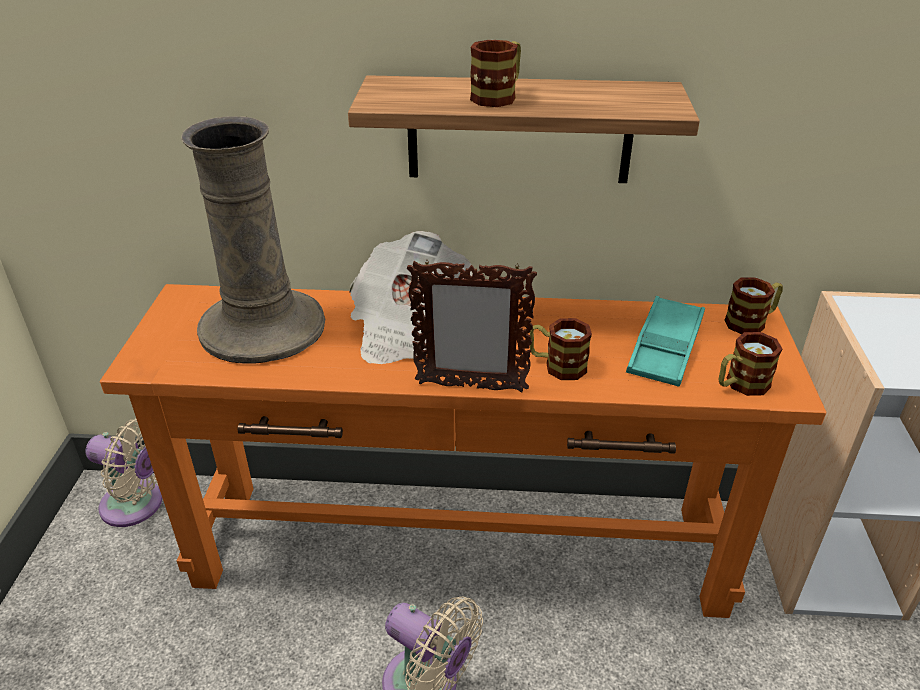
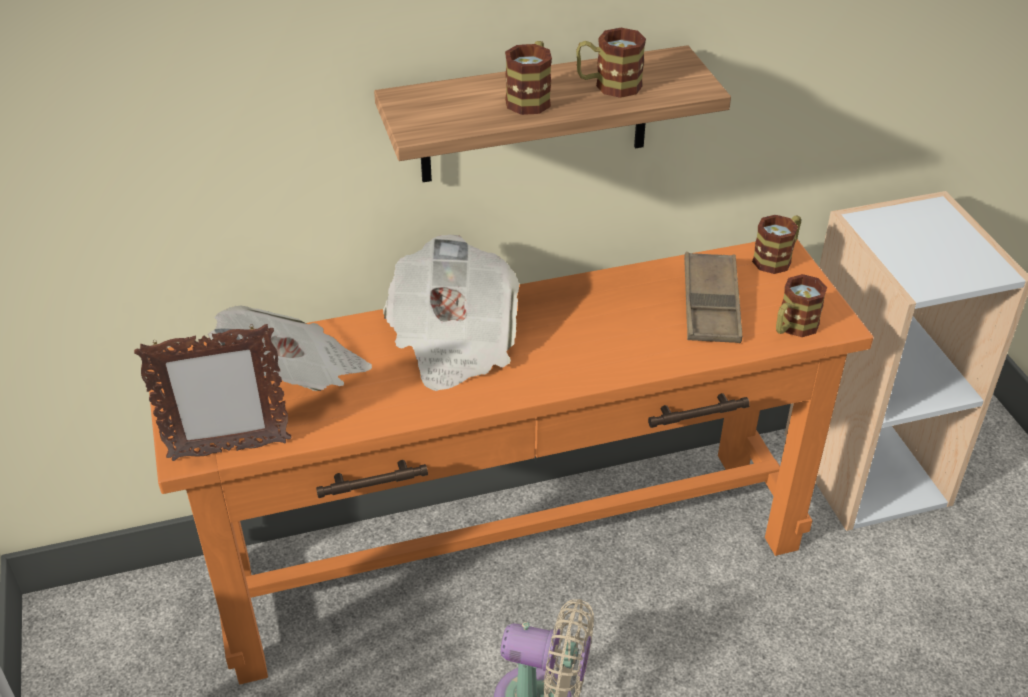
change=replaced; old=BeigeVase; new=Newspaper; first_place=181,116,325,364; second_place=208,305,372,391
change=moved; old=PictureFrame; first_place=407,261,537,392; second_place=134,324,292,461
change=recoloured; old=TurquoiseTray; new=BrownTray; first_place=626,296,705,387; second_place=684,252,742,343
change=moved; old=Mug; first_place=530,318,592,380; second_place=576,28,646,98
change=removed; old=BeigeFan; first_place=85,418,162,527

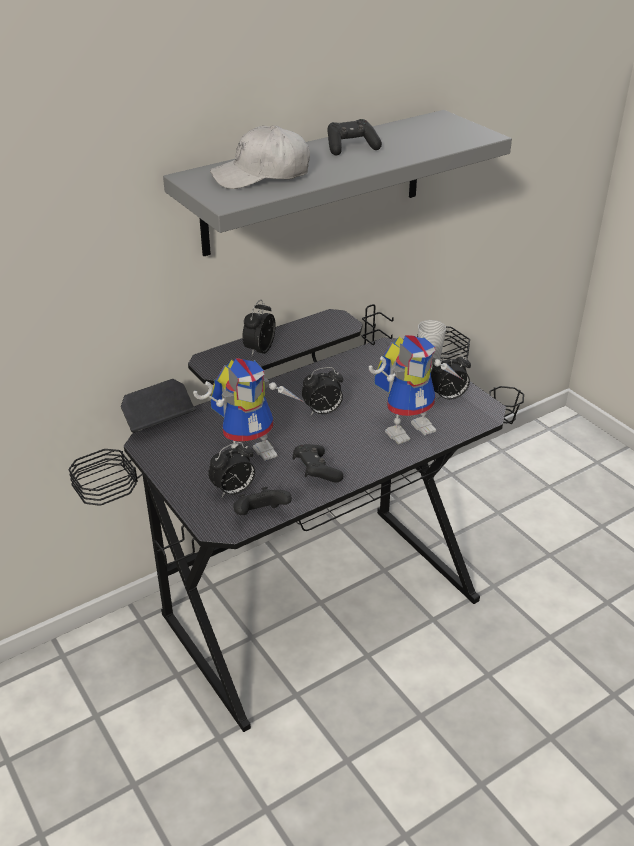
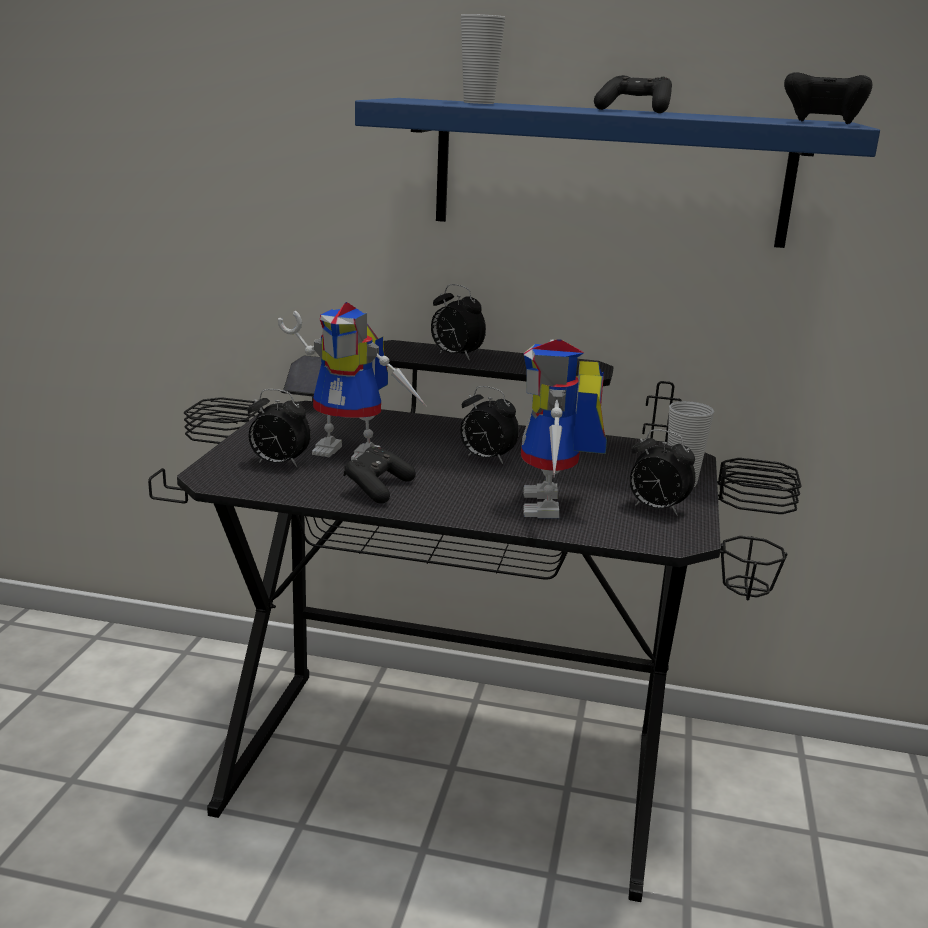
change=recoloured; old=GreyShelf; new=BlueShelf; first_place=163,110,512,256; second_place=355,98,880,248
change=replaced; old=WhiteCap; new=Cup; first_place=210,125,310,189; second_place=461,14,505,104
change=turned; old=AlarmClock; first_place=242,300,276,356; second_place=431,284,486,360; degrees=-120
change=turned; old=ToyRobot; first_place=369,335,462,444; second_place=521,339,607,518; degrees=75
change=moved; old=BlackGameController; first_place=233,487,292,515; second_place=784,72,872,124

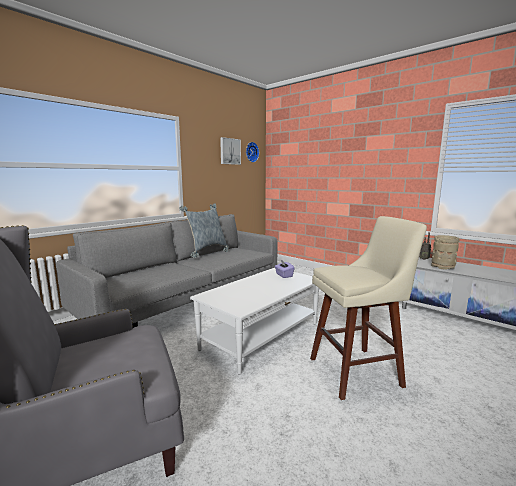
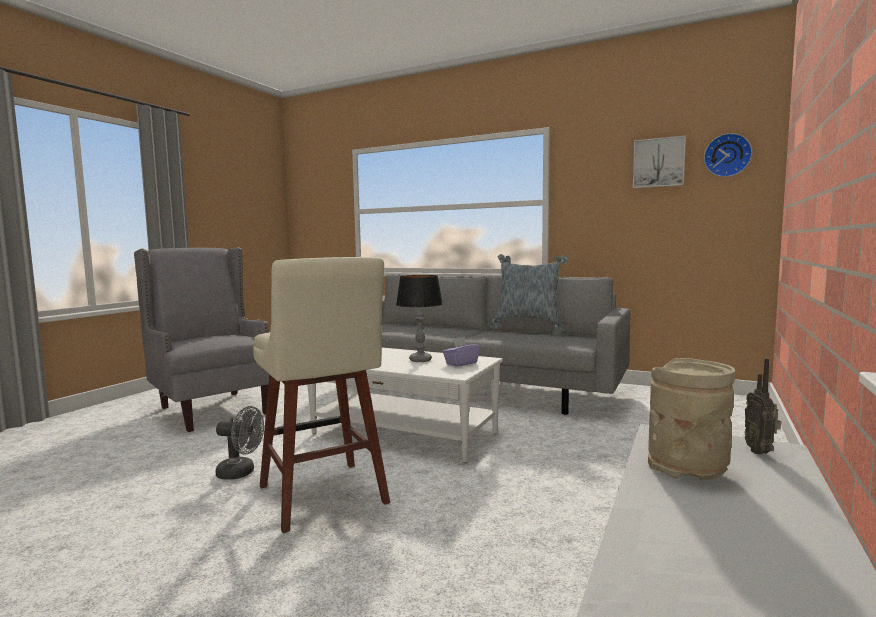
change=added; new=TableLamp; second_place=396,275,443,362
change=added; new=GreyFan; second_place=215,406,264,480

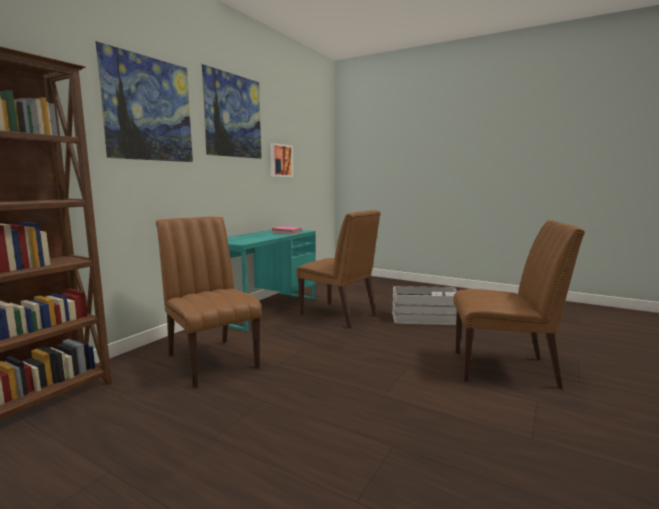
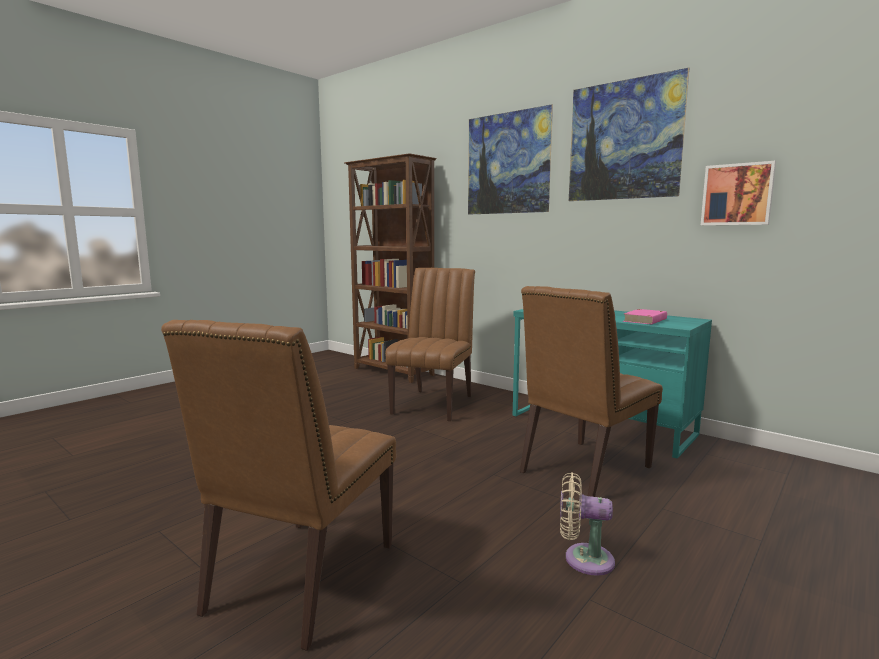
change=turned; old=BrownChair; first_place=156,217,262,388; second_place=385,268,475,421; degrees=-45
change=replaced; old=GreyStorageBox; new=BeigeFan; first_place=392,286,457,325; second_place=560,472,615,576

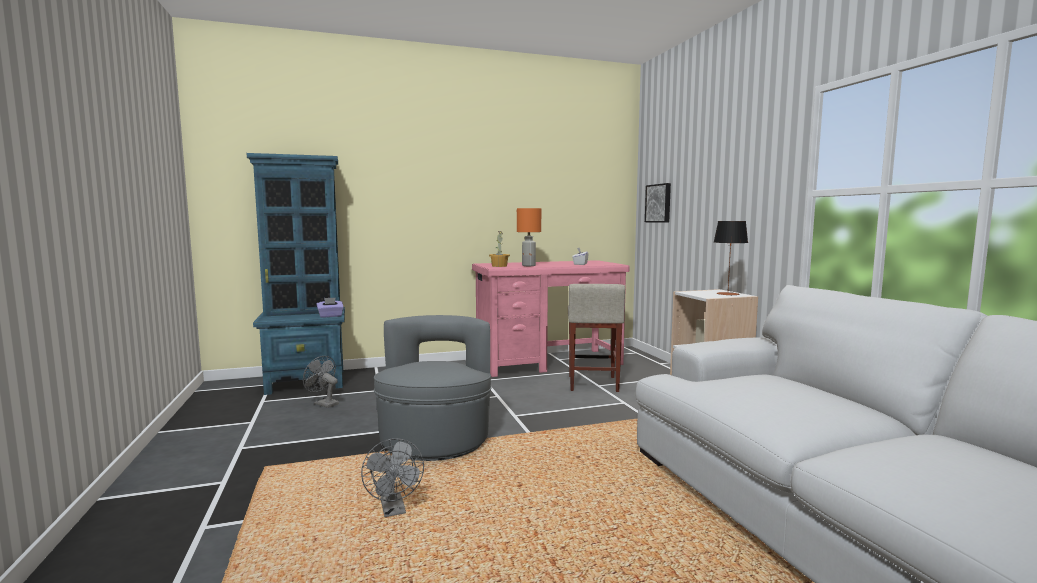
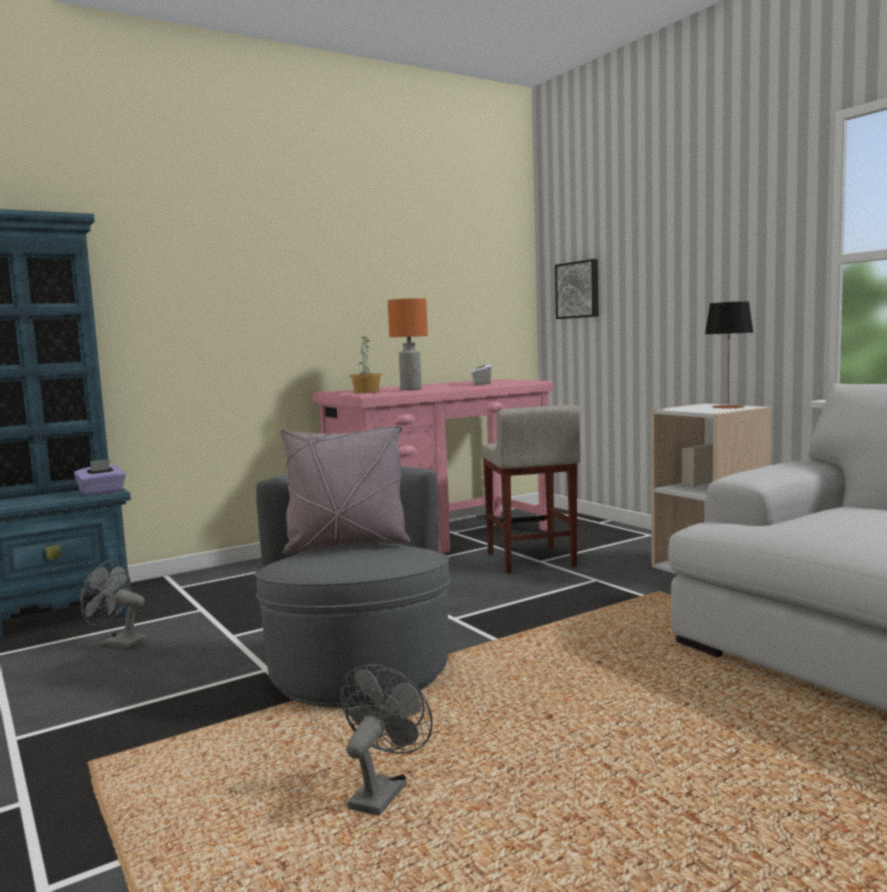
change=turned; old=GreyFan; first_place=361,438,424,517; second_place=340,664,433,816; degrees=-120
change=added; new=PurplePillow; second_place=281,425,411,555

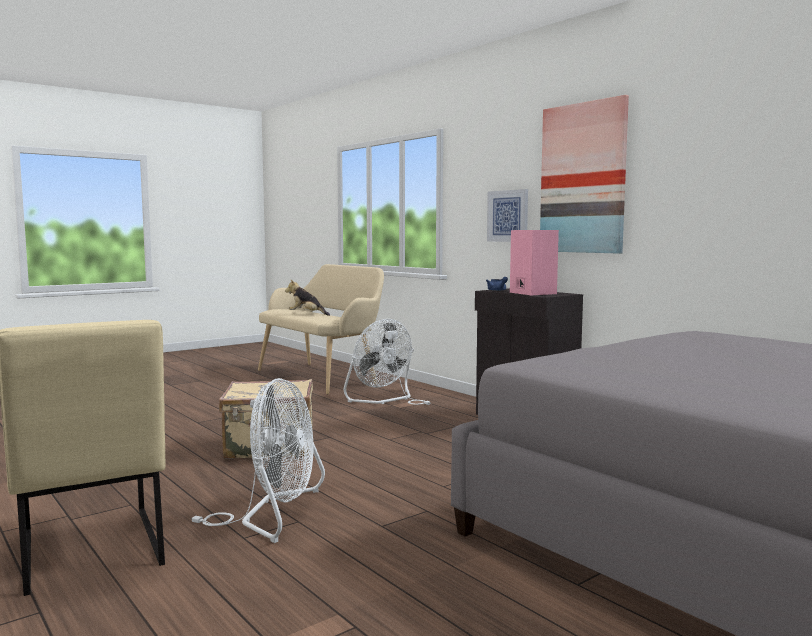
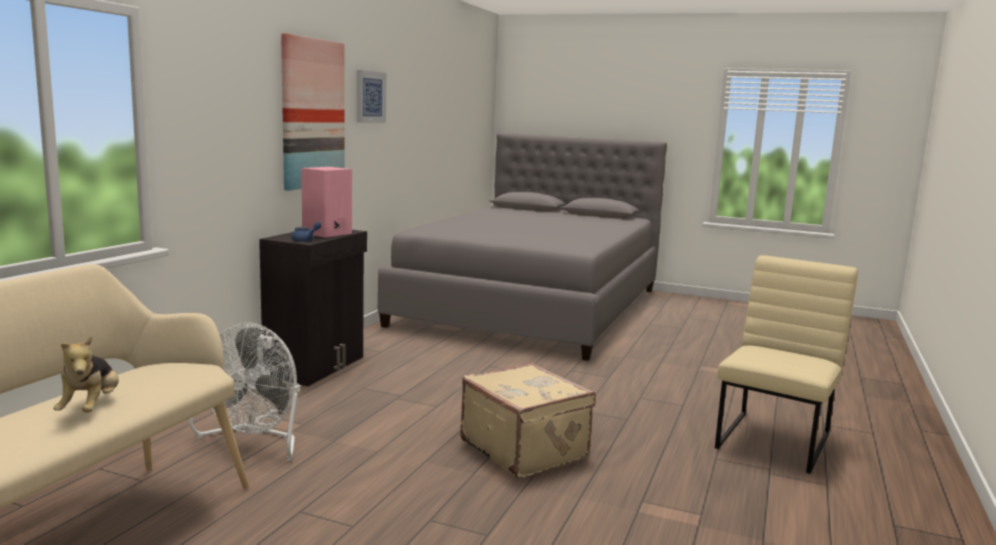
change=moved; old=Picture; first_place=487,189,528,242; second_place=357,70,387,123
change=removed; old=WhiteFan; first_place=192,378,325,543

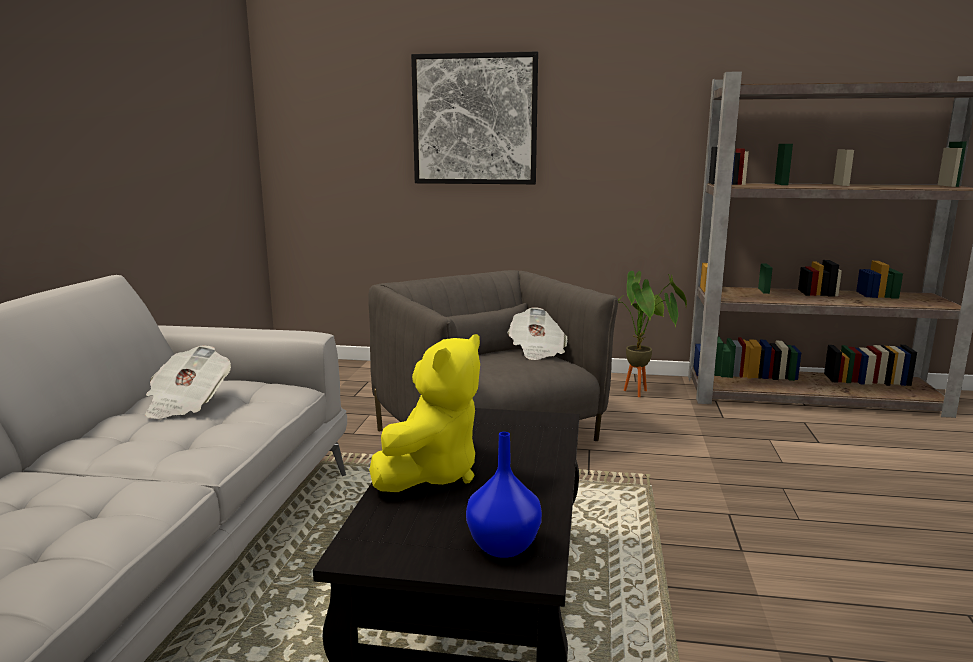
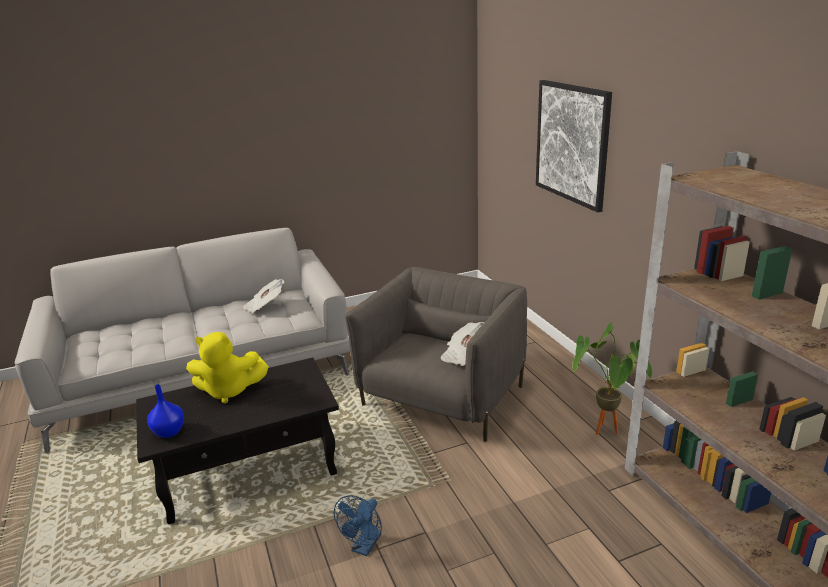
change=added; new=BlueFan; second_place=334,495,382,556

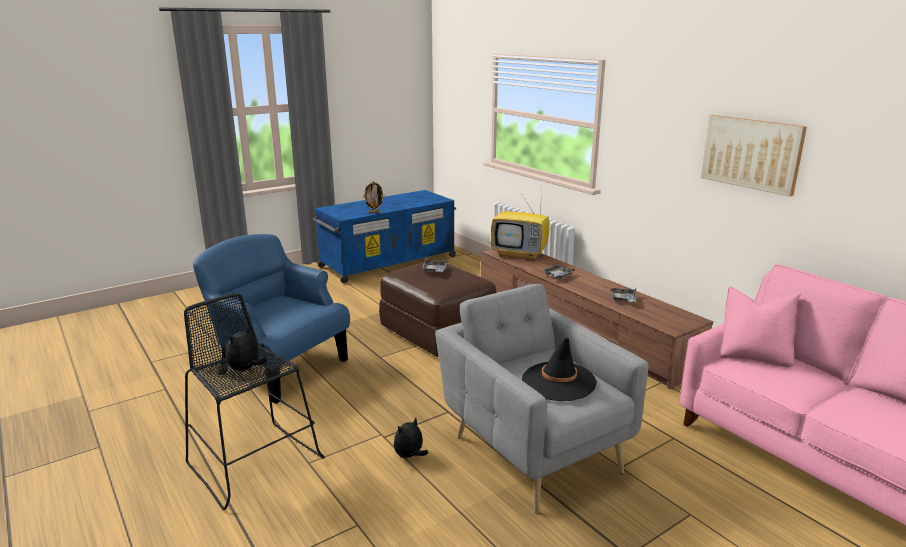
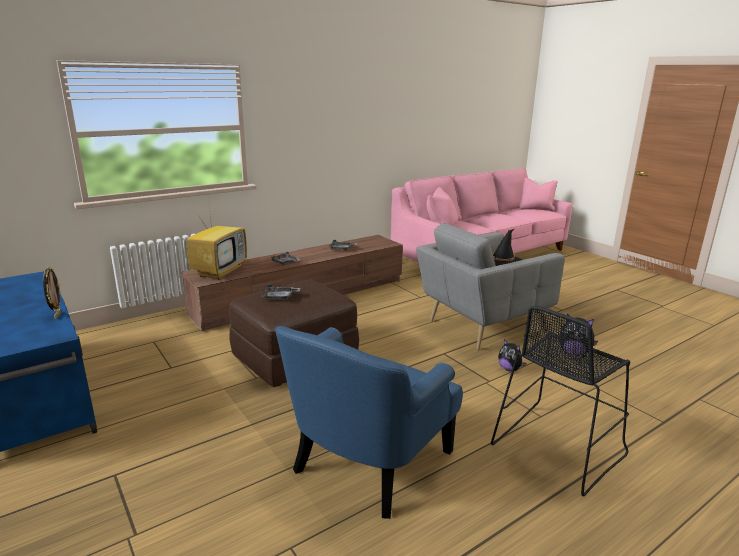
change=removed; old=Picture; first_place=701,115,807,196

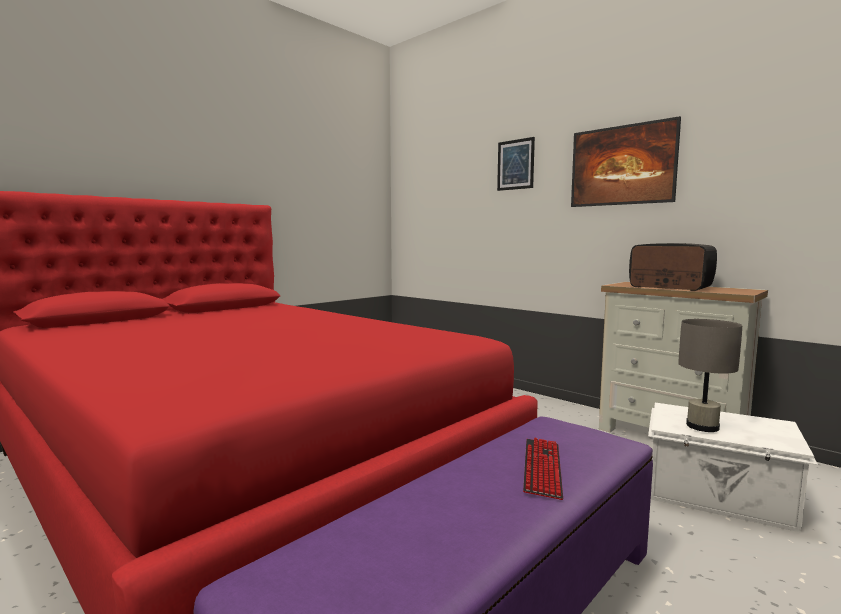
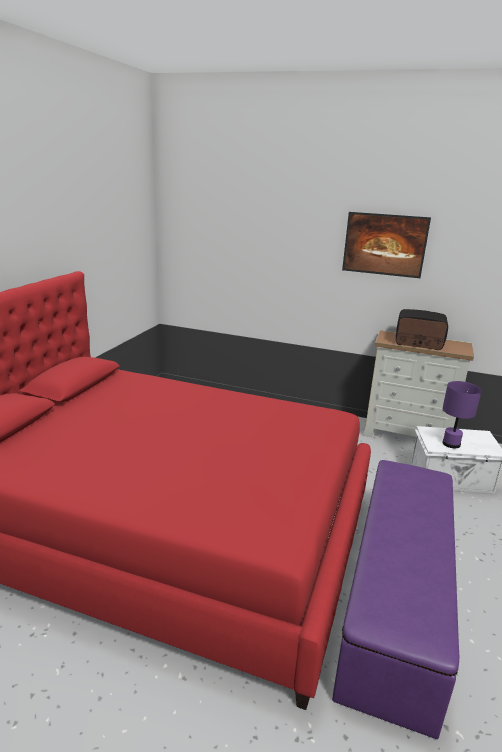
change=removed; old=Picture; first_place=497,137,535,191
change=recoloured; old=GreyTableLamp; new=PurpleTableLamp; first_place=679,319,742,432; second_place=442,381,481,448
change=removed; old=Keyboard; first_place=523,437,563,500

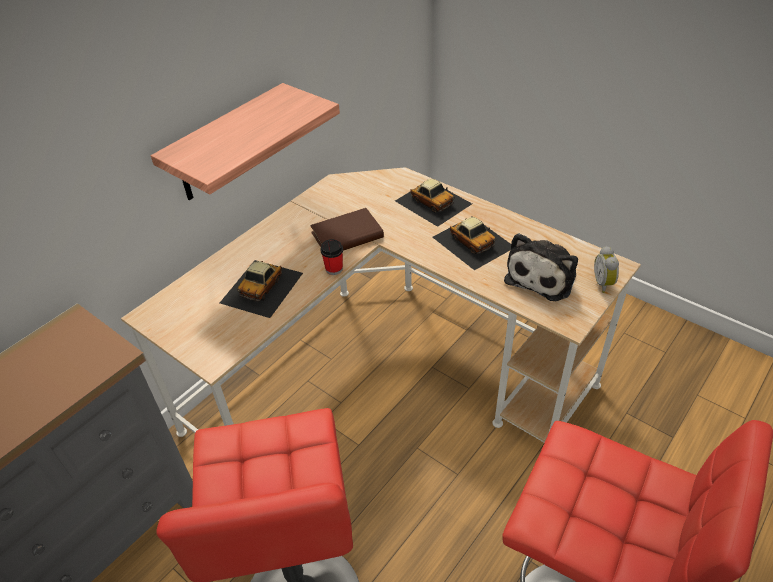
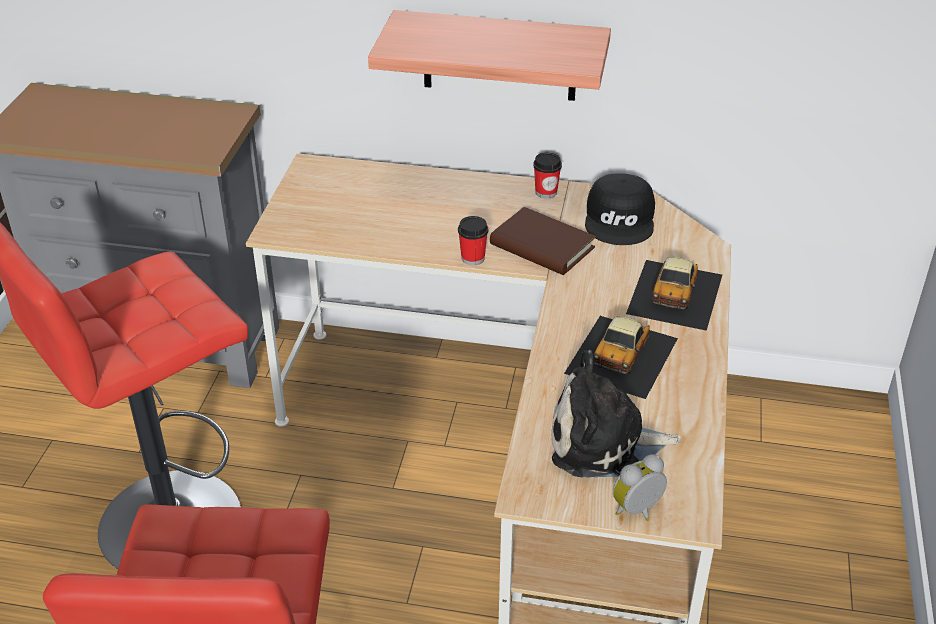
change=removed; old=ToyCar; first_place=220,260,303,318
change=added; new=Cup; second_place=533,152,562,199
change=added; new=BlackCap; second_place=585,173,655,245

